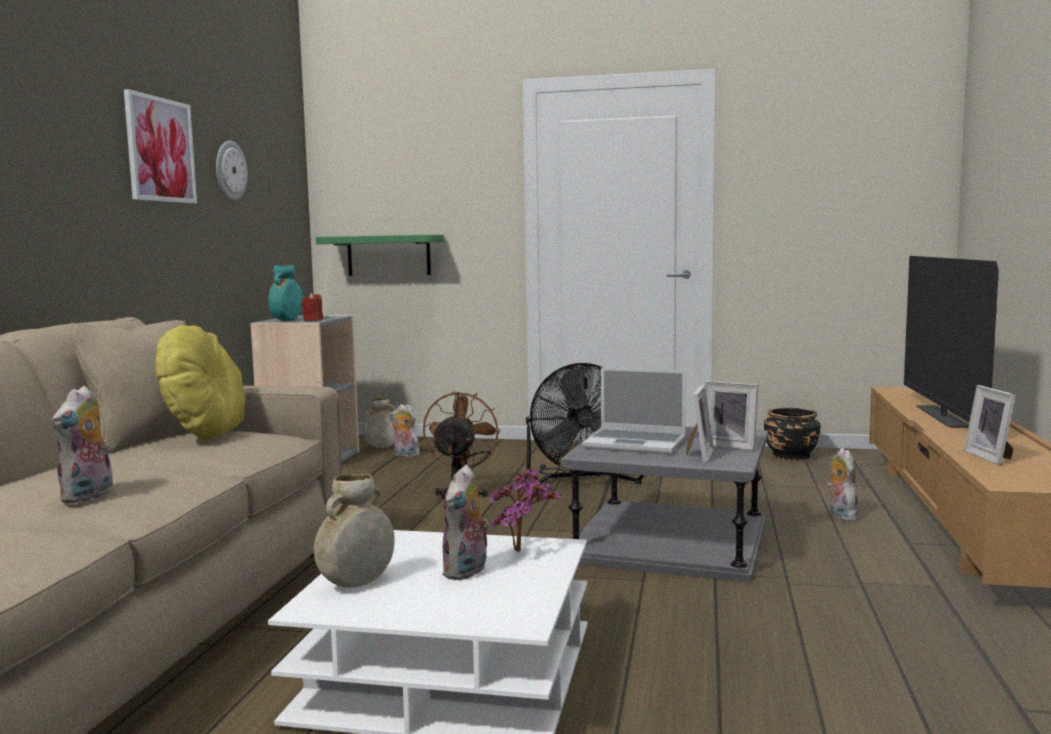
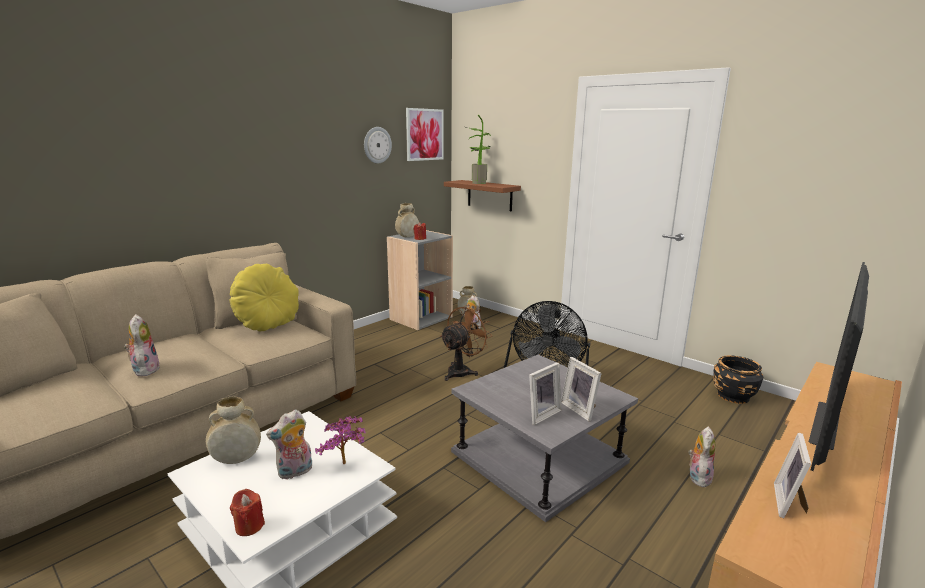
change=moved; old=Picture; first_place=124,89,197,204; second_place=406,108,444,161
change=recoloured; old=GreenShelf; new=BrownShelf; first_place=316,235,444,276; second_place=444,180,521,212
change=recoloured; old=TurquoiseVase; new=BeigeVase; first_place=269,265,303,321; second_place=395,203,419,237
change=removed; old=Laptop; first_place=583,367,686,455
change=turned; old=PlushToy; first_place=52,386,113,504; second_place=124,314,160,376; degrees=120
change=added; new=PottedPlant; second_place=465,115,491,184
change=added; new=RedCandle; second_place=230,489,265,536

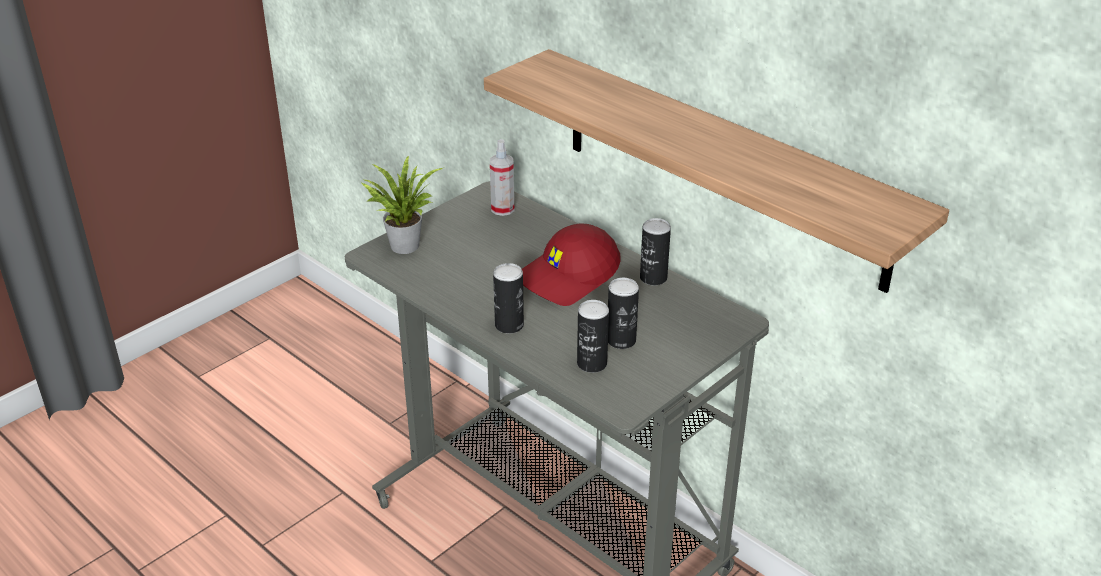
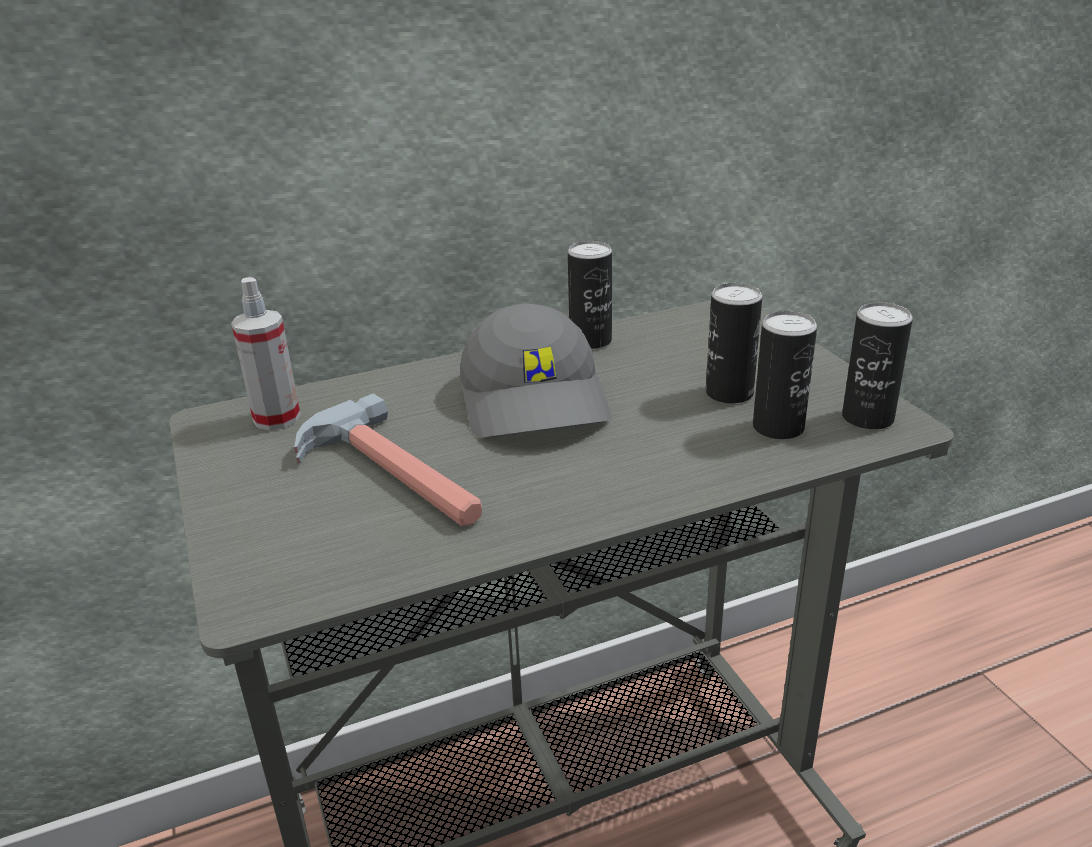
change=removed; old=Shelf; first_place=484,49,949,293
change=removed; old=PottedPlant; first_place=362,155,443,254
change=recoloured; old=RedCap; new=GreyCap; first_place=522,224,621,306; second_place=460,304,611,438
change=moved; old=Can; first_place=493,263,524,334; second_place=842,302,913,430
change=added; new=Hammer; second_place=294,393,482,526

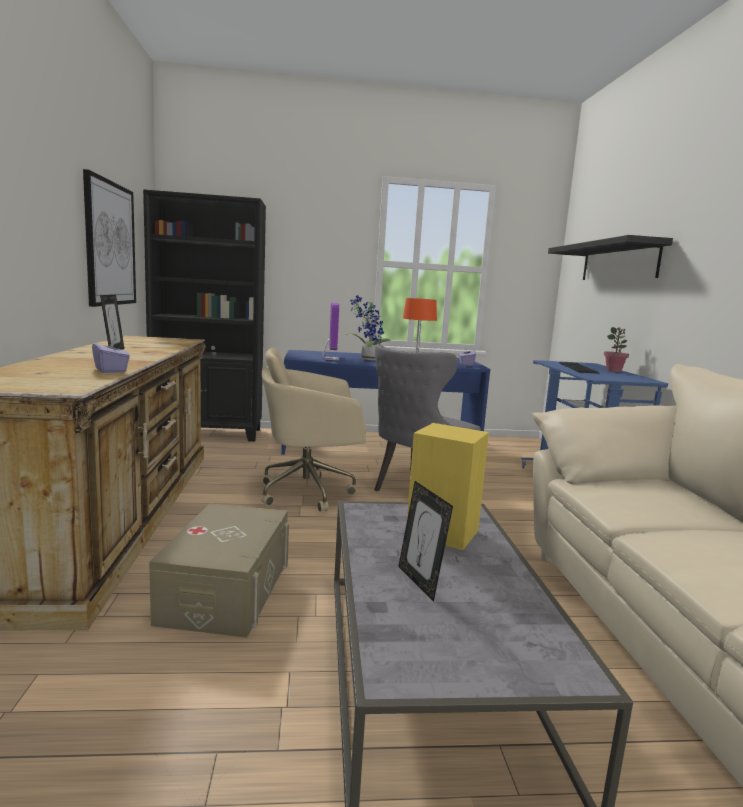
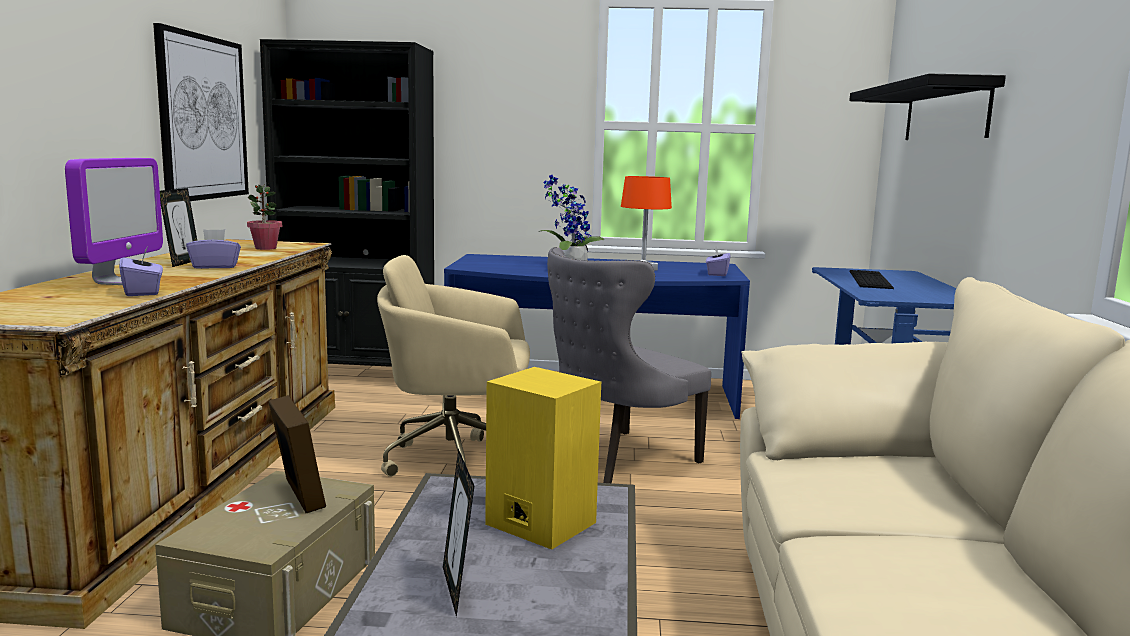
change=moved; old=Monitor; first_place=322,302,339,360; second_place=65,158,163,285
change=moved; old=PottedPlant; first_place=604,327,629,372; second_place=247,185,282,250
change=added; new=PurpleTissueBox; second_place=186,229,241,269
change=added; new=PictureFrame; second_place=269,395,326,513

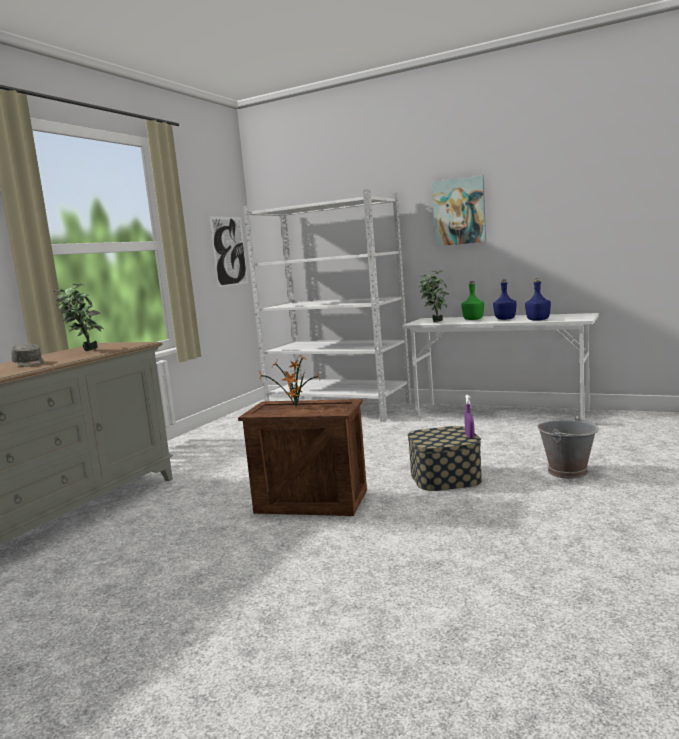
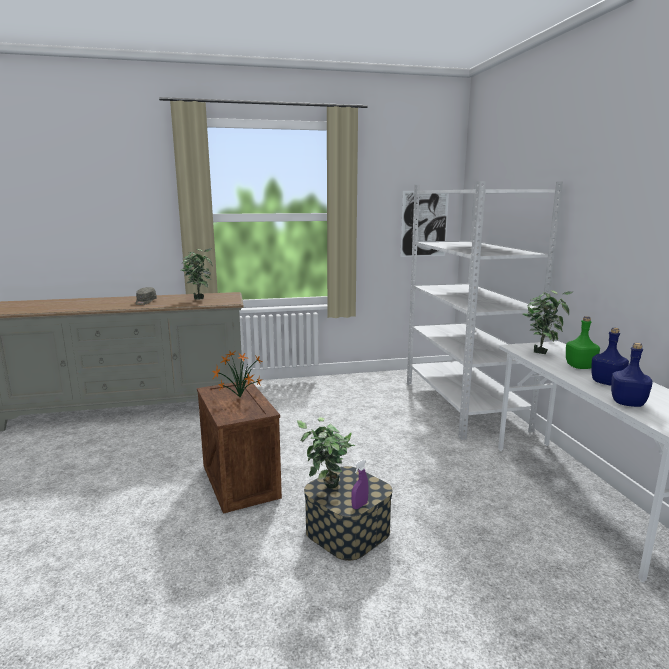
change=removed; old=Picture; first_place=432,175,486,246
change=removed; old=GreyBucket; first_place=537,415,599,479
change=added; new=PottedPlant; second_place=297,417,356,489

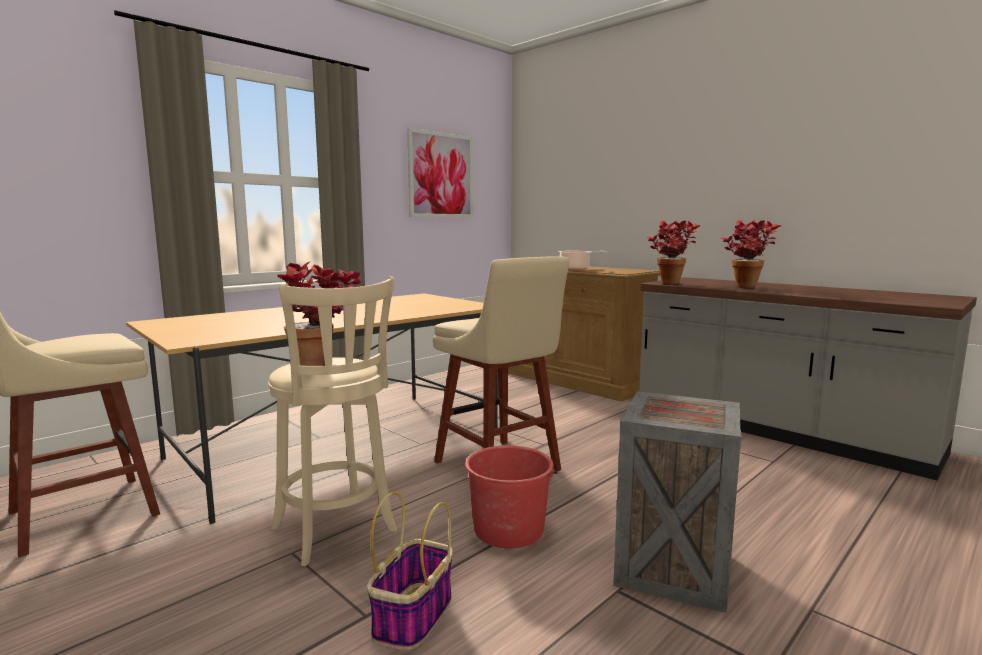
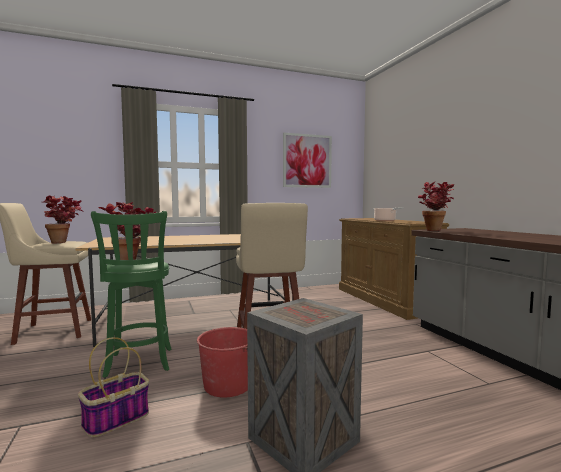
change=moved; old=PottedPlant; first_place=721,220,781,288; second_place=43,195,83,244
change=recoloured; old=BeigeStool; new=GreenStool; first_place=268,276,397,566; second_place=91,211,172,378

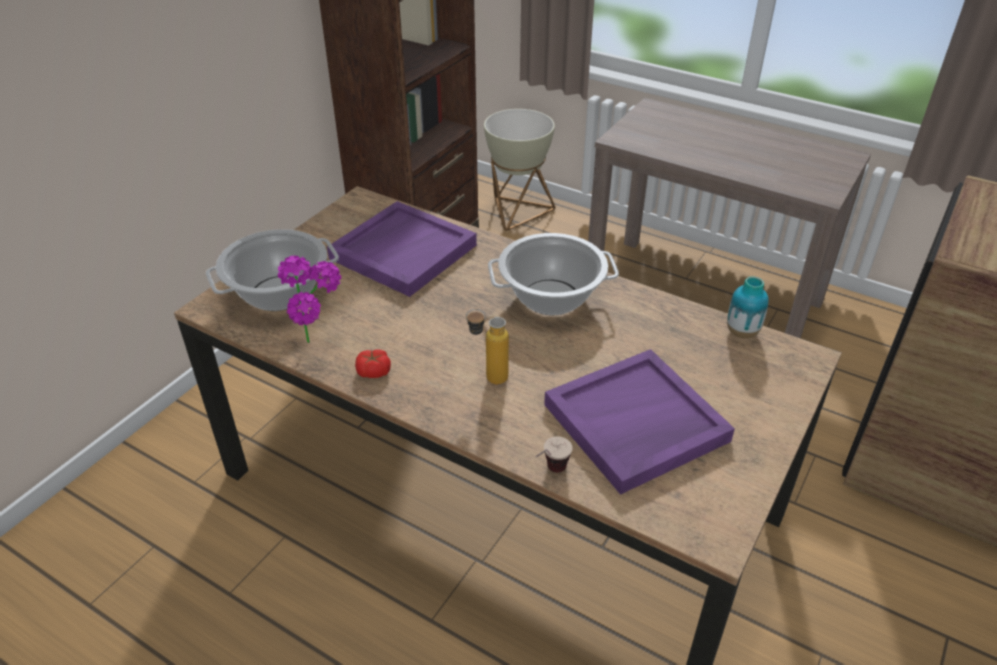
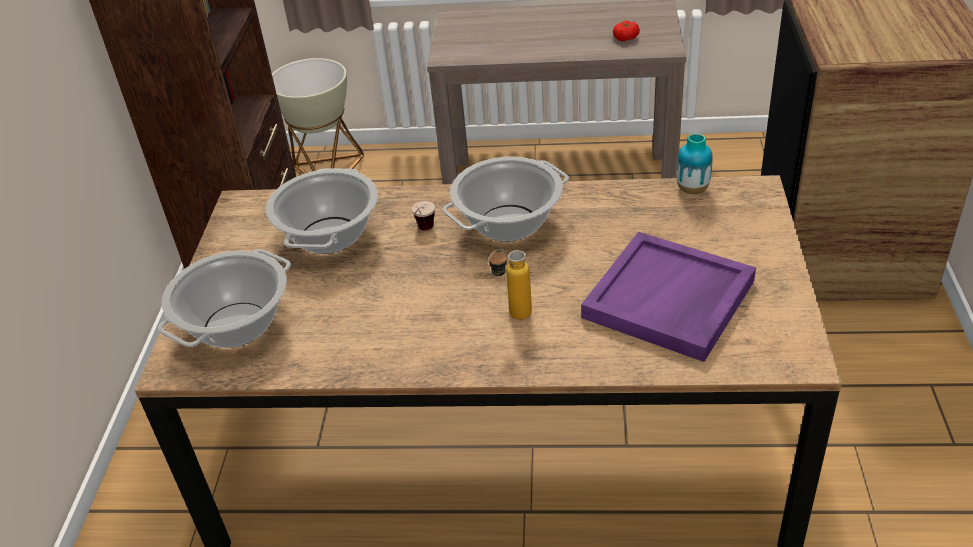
change=replaced; old=PurpleTray; new=CookingPot; first_place=327,201,477,297; second_place=266,168,378,254
change=removed; old=PottedPlant; first_place=278,255,341,343
change=moved; old=Tomato; first_place=355,349,391,378; second_place=613,21,640,41
change=moved; old=Cup; first_place=535,436,573,473; second_place=412,201,435,230

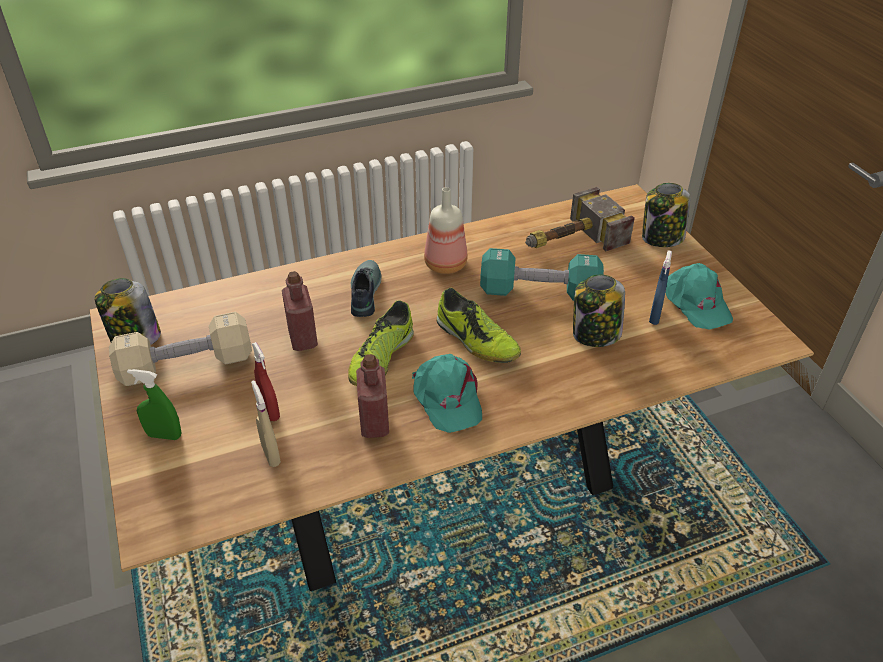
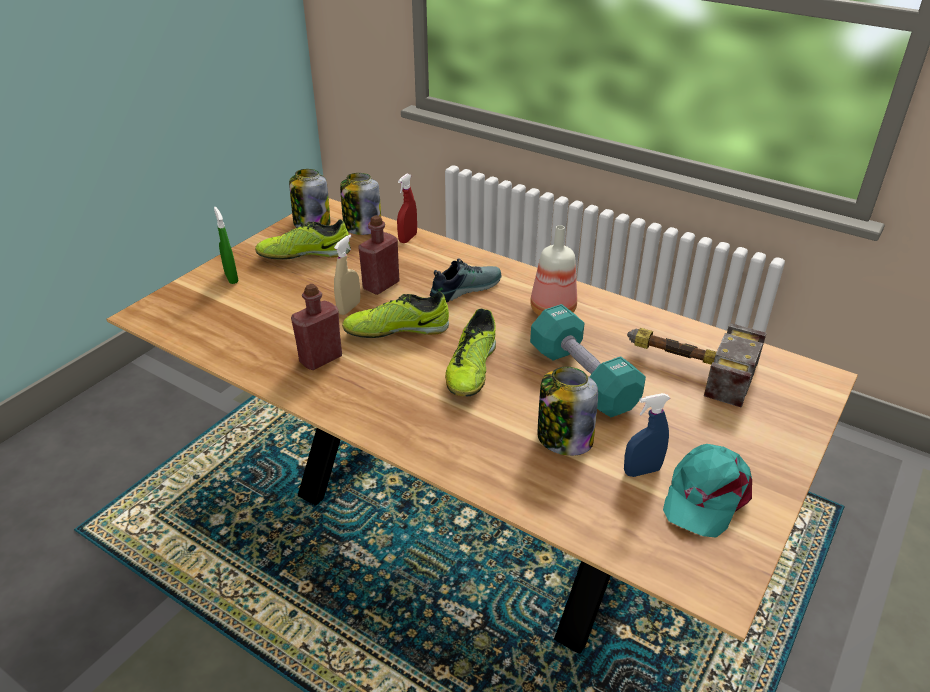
change=moved; old=Jar; first_place=642,183,690,247; second_place=340,173,381,235
change=replaced; old=BeigeDumbbell; new=Shoe; first_place=109,312,252,386; second_place=255,219,351,260
change=moved; old=RedSprayBottle; first_place=252,342,280,421; second_place=397,174,417,243
change=removed; old=TurquoiseCap; first_place=412,354,482,433
change=moved; old=BeigeSprayBottle; first_place=251,380,281,467; second_place=334,234,360,315

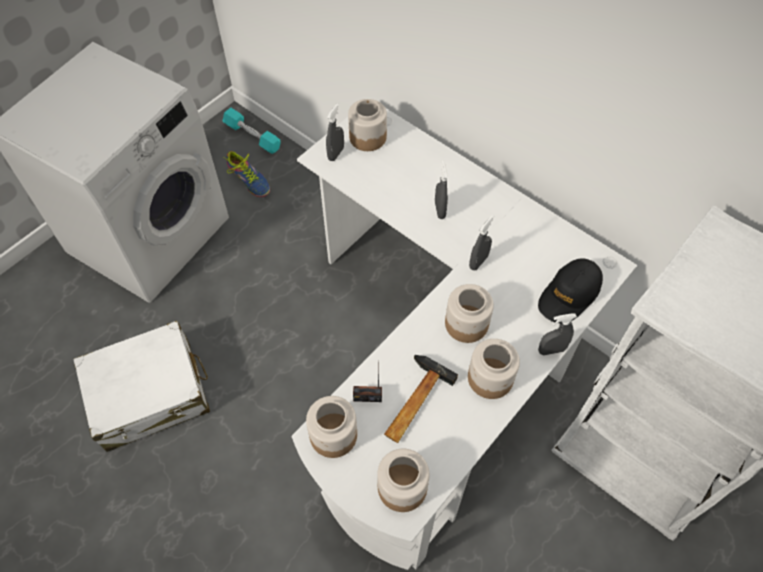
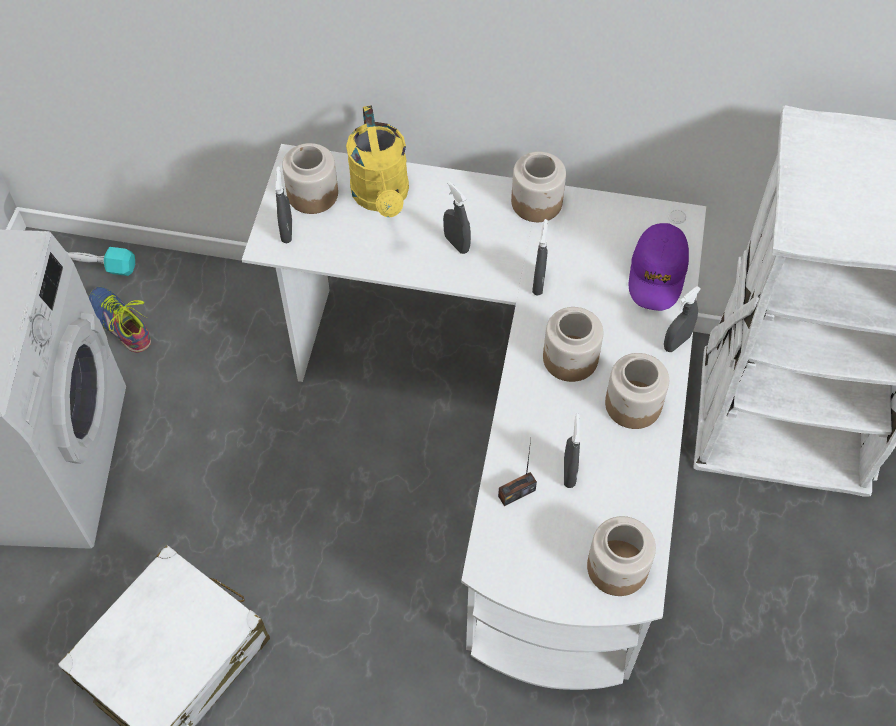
change=turned; old=Shoe; first_place=224,151,270,197; second_place=89,287,151,353; degrees=-150
change=recoloured; old=BlackCap; new=PurpleCap; first_place=538,258,603,323; second_place=629,223,689,311
change=replaced; old=Hammer; new=GreySprayBottle; first_place=384,355,458,443; second_place=564,414,581,488
change=moved; old=Jar; first_place=306,396,357,458; second_place=511,151,566,222
change=added; new=YellowWateringCan; second_place=346,106,409,217

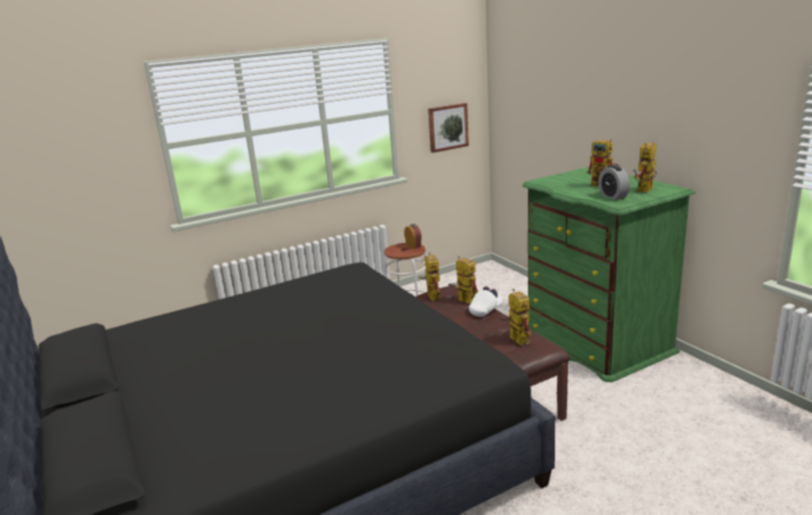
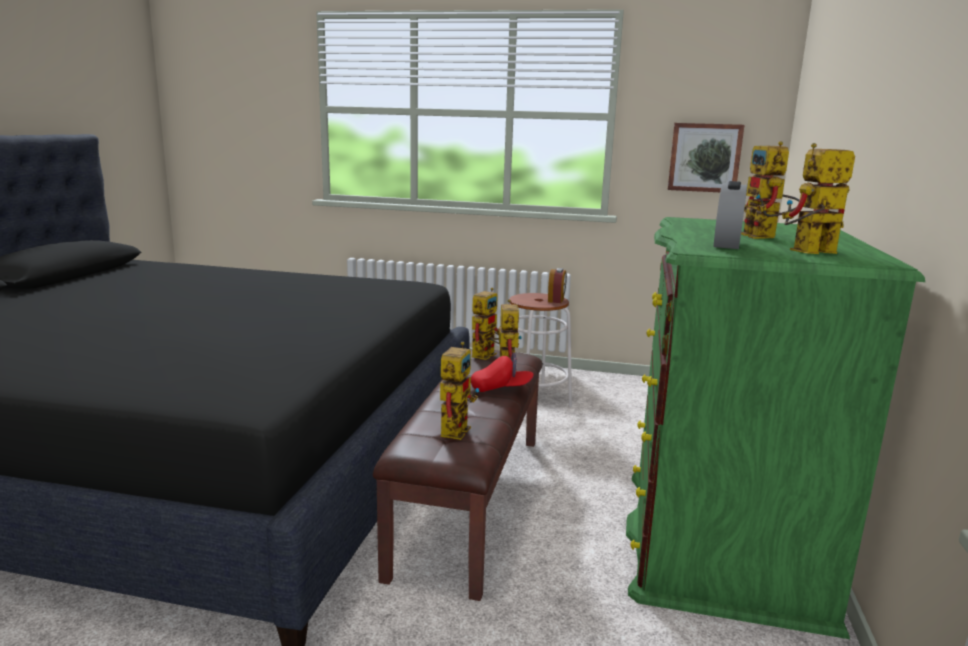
change=recoloured; old=WhiteCap; new=RedCap; first_place=469,286,503,317; second_place=471,352,534,392

